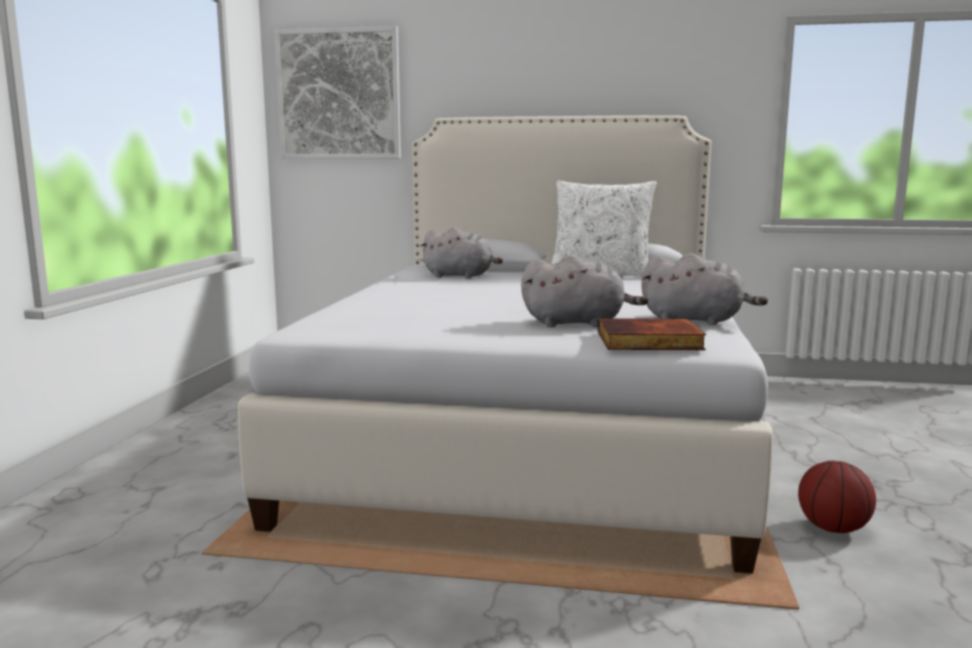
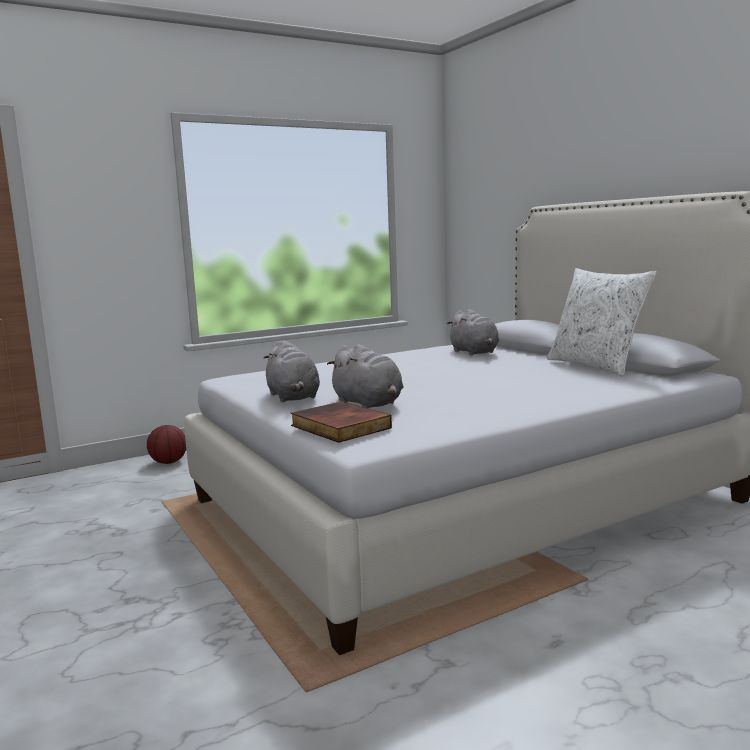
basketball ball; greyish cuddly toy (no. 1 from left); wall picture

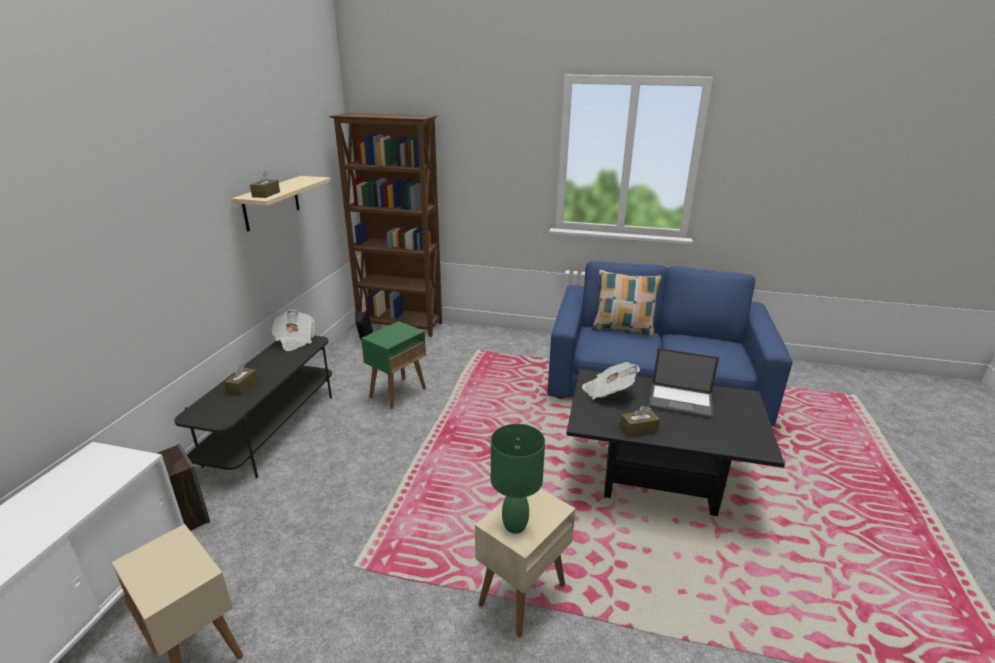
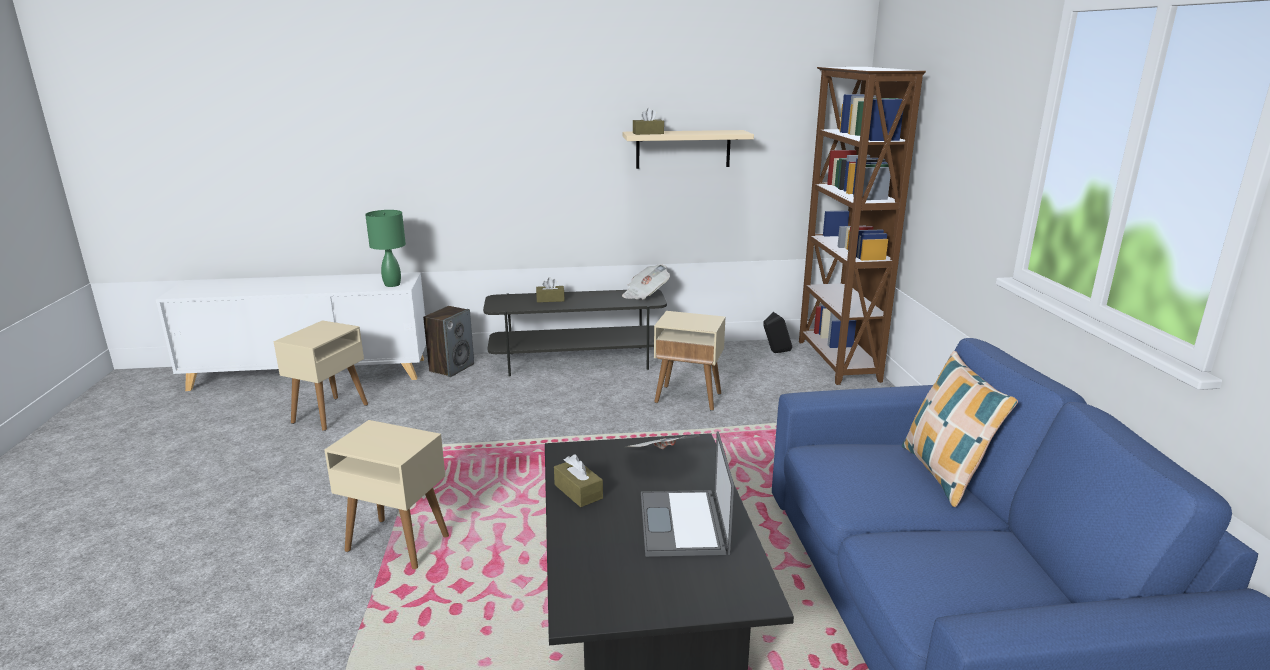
green-coloured lamp for a table; beige-coloured side table (no. 3 from left)

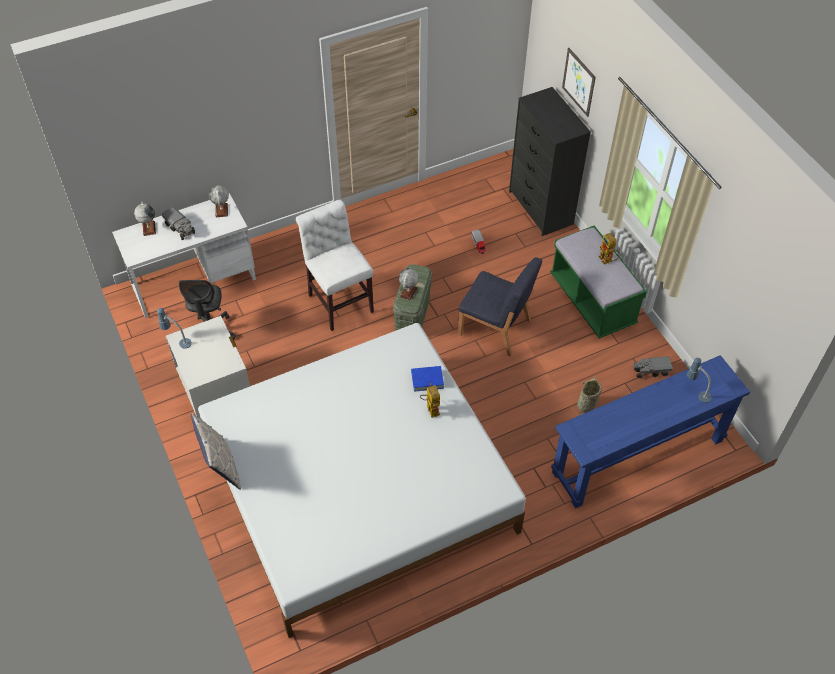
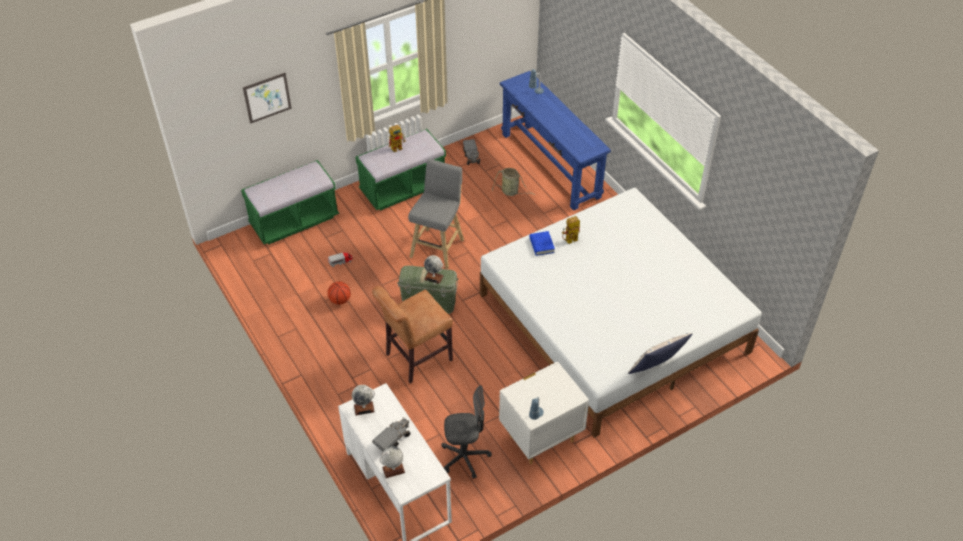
green-coloured long seat (no. 1 from left); basketball ball; brown chair; greyish stool seat

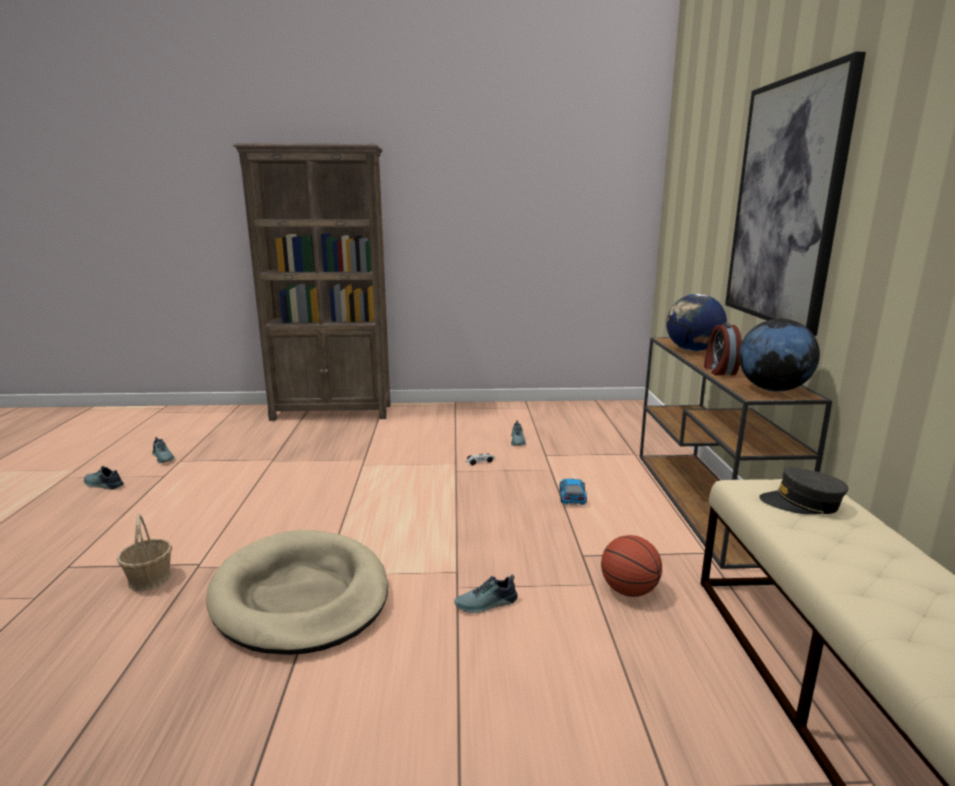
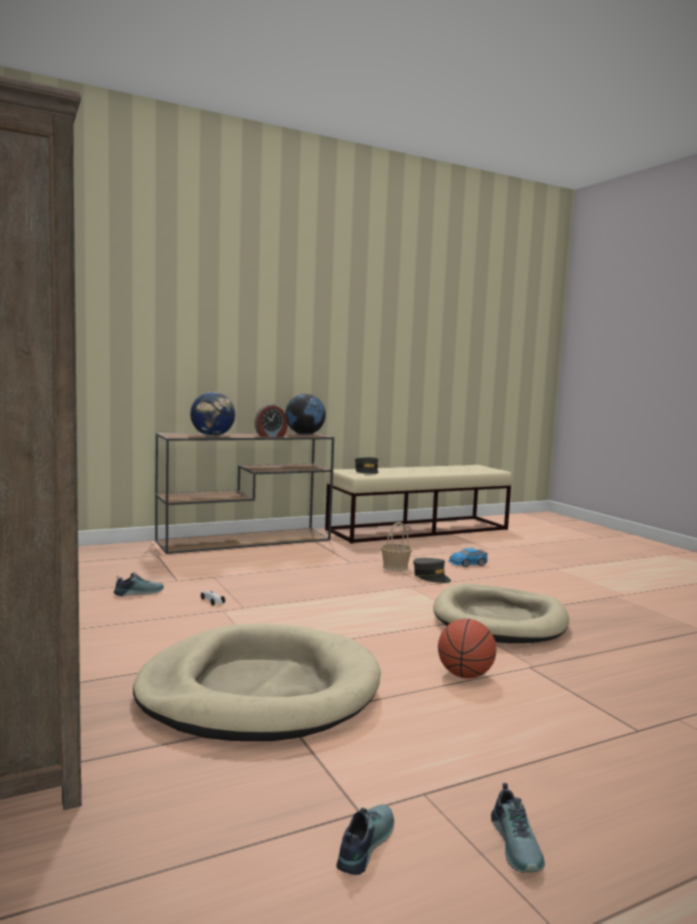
beige-coloured pet bed (no. 1 from left); storage basket; greyish peaked cap (no. 2 from left); basketball ball; miniature car (no. 2 from left); wall picture

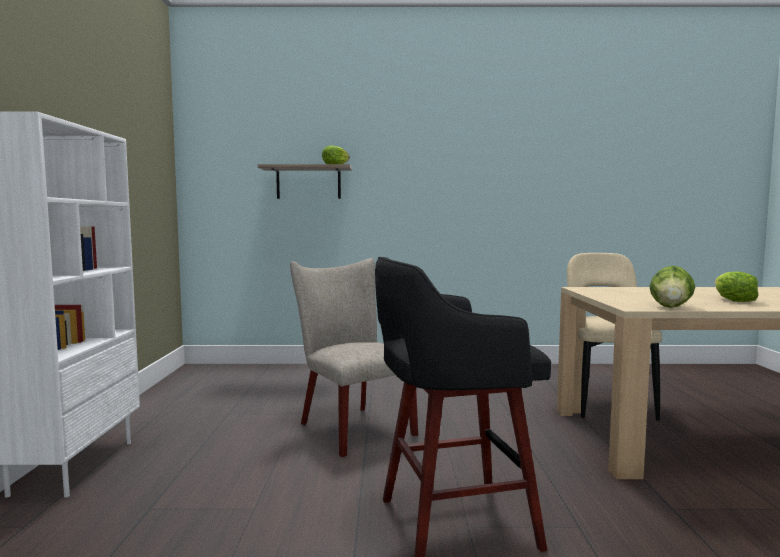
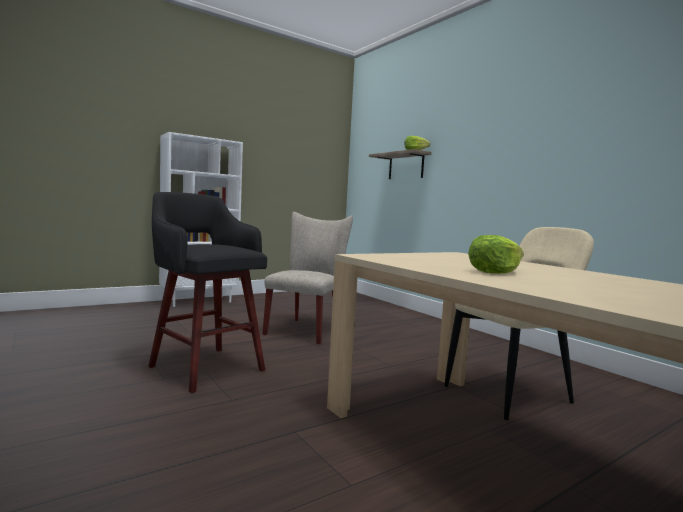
head of lettuce (no. 2 from left in the first image)

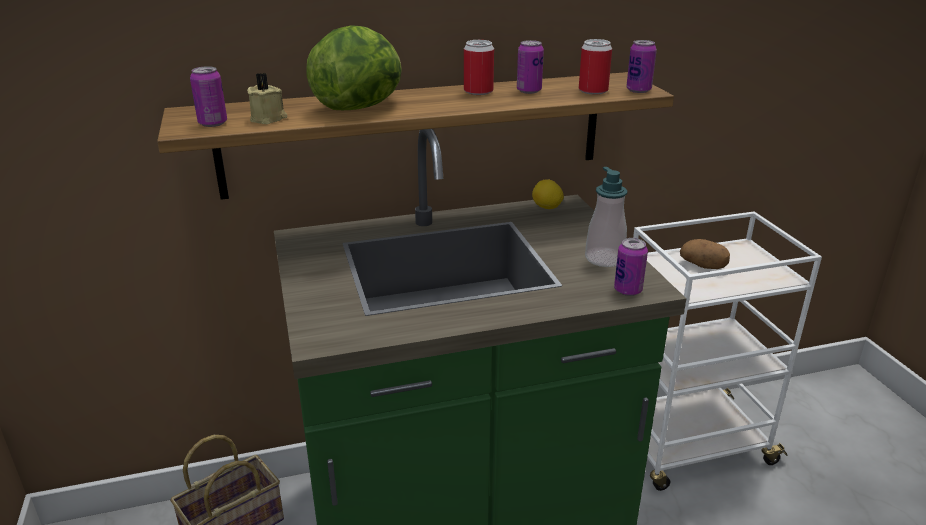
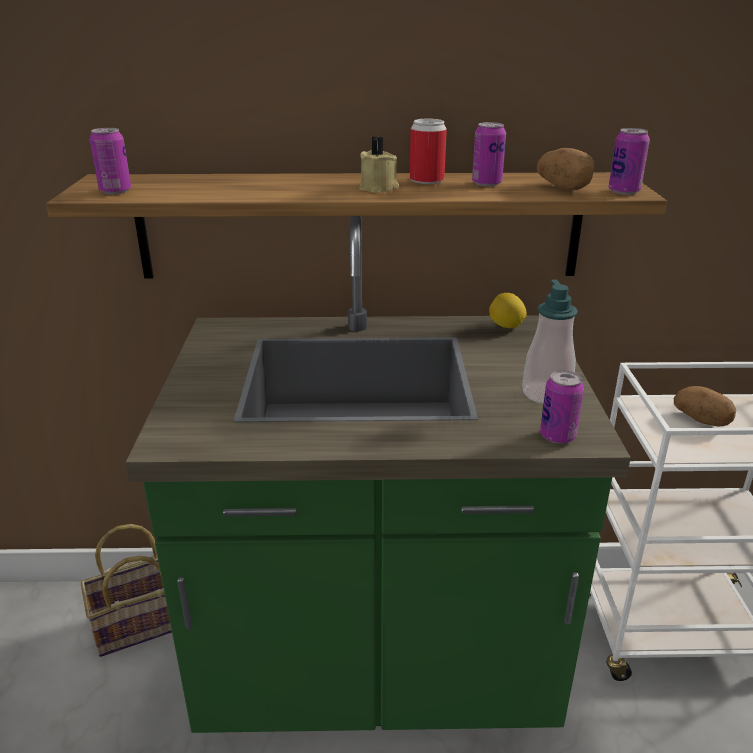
beige-coloured wax light; whole potato (no. 1 from left); head of lettuce

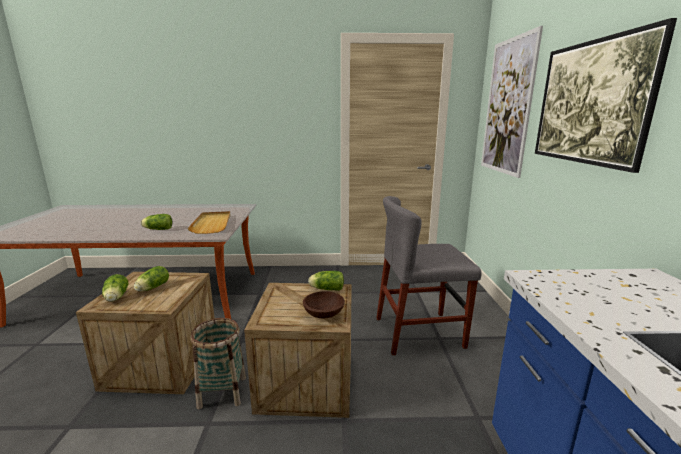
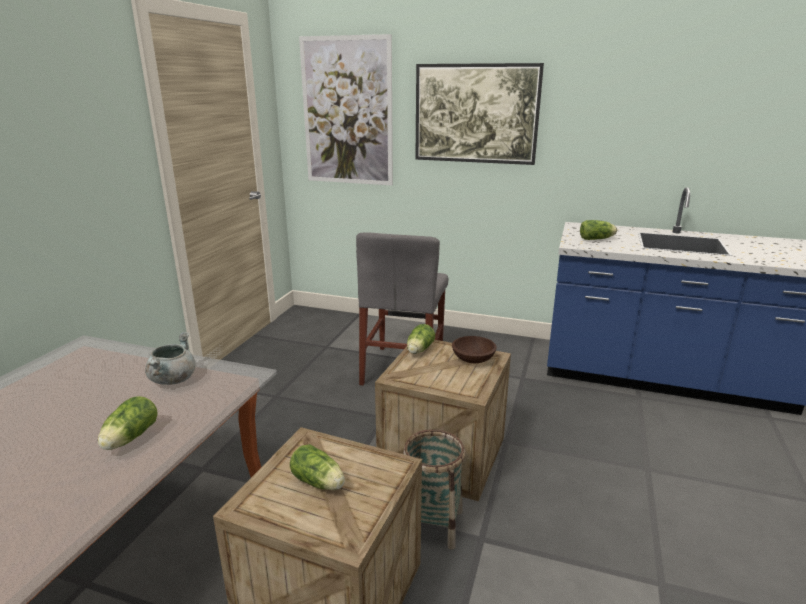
greyish cooking pot; head of lettuce (no. 4 from left)

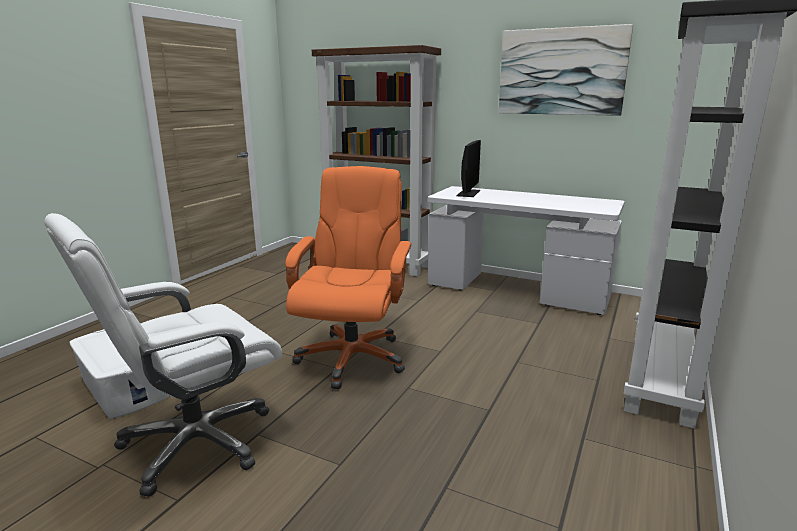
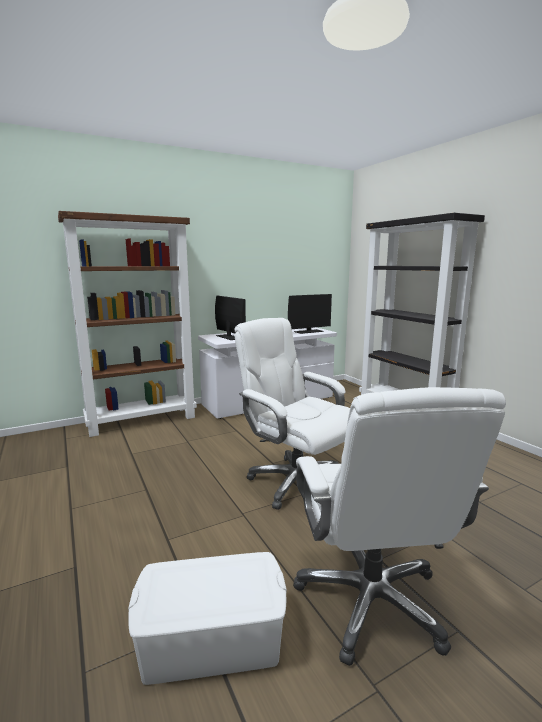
whitish desk chair (no. 1 from left); monitor (no. 2 from left); wall picture

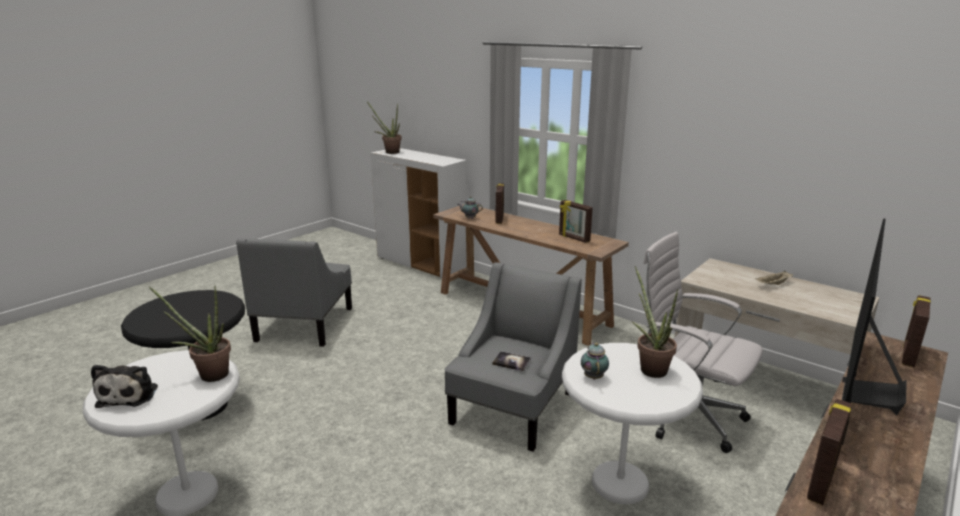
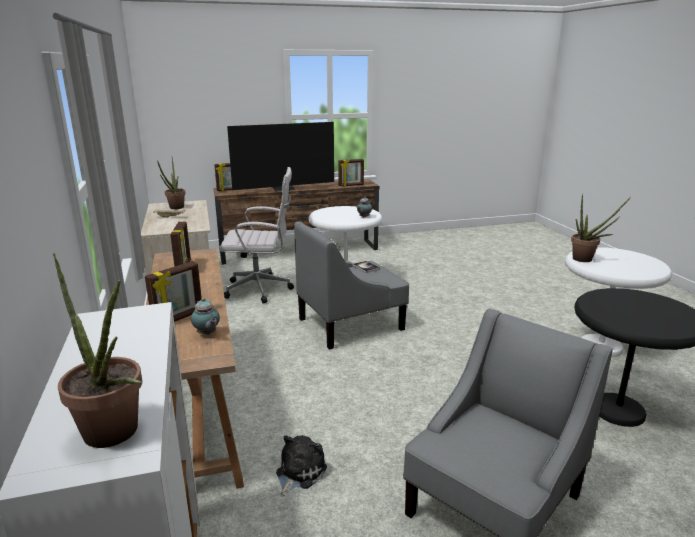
plant in a pot (no. 2 from left); whitish desk chair; cuddly toy

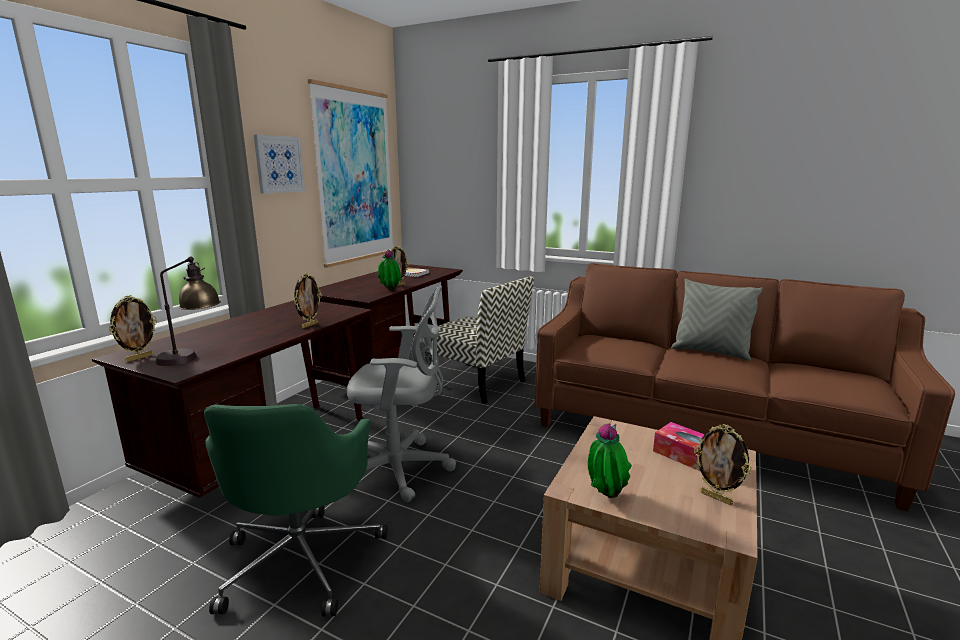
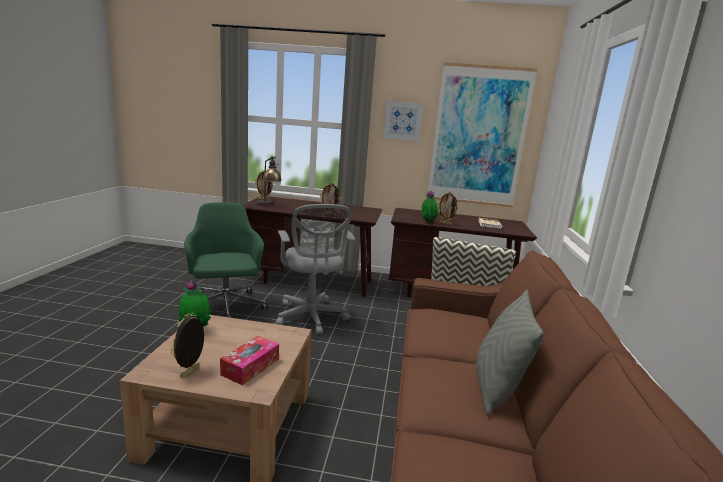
green-coloured desk chair

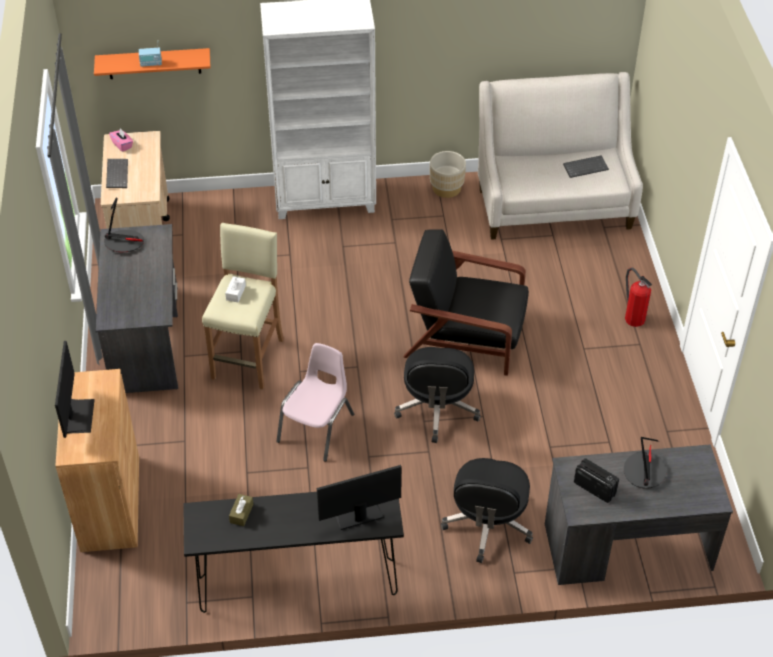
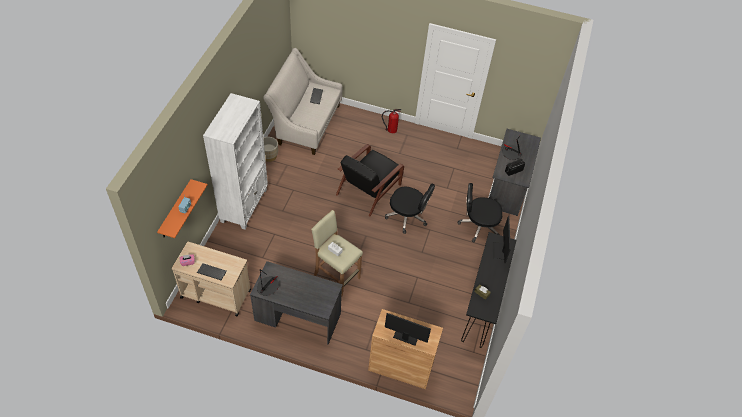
black-coloured desk chair (no. 2 from left); pink-coloured chair

